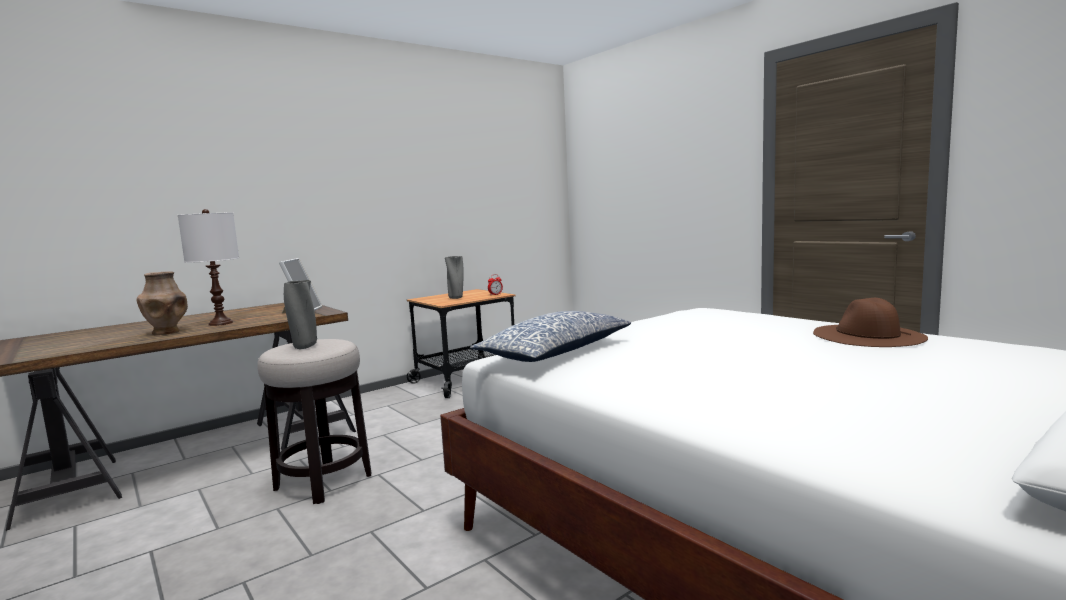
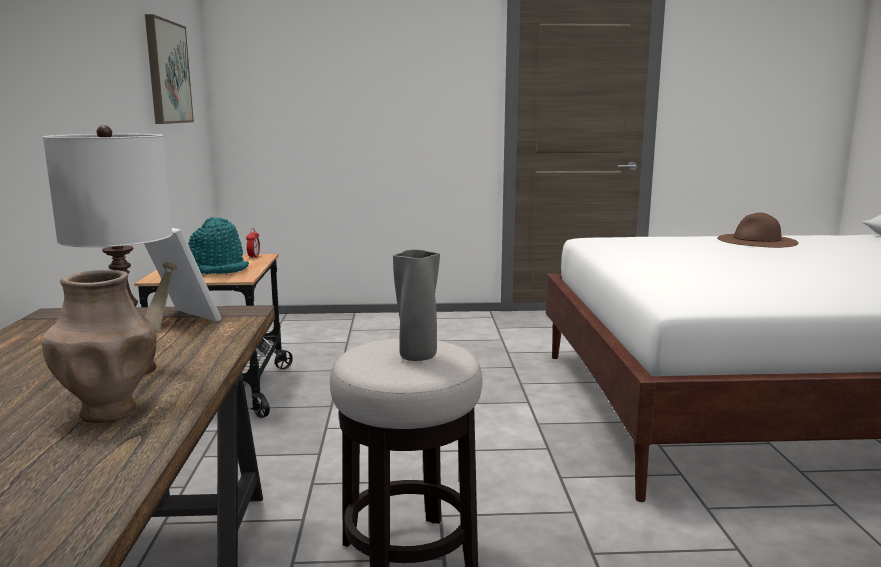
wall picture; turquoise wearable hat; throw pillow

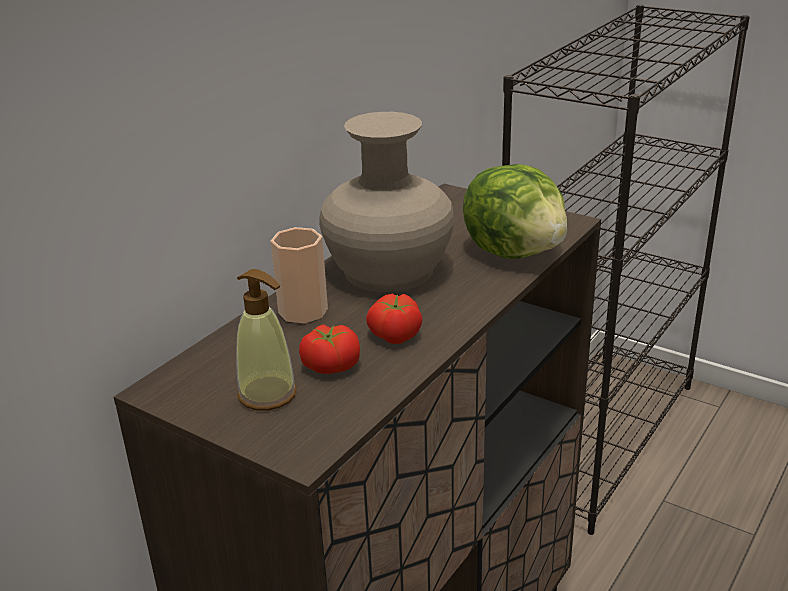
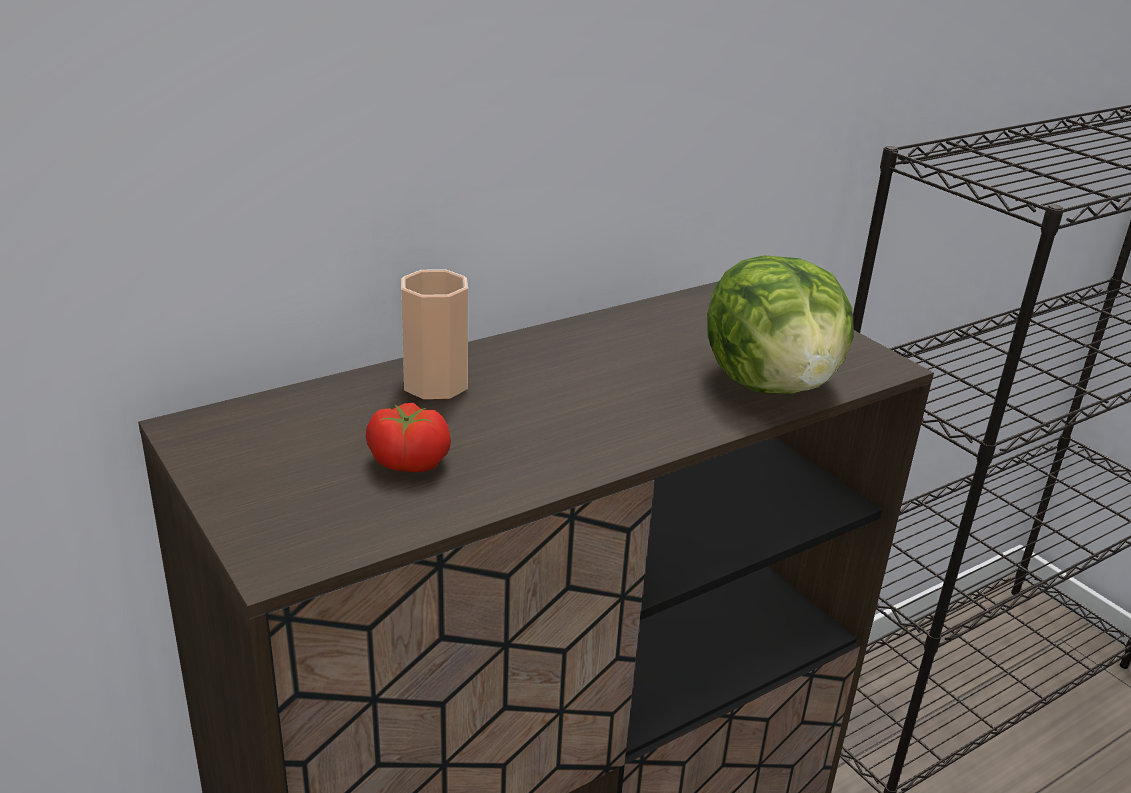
soap dispenser; beige-coloured decorative vase; whole tomato (no. 2 from left in the first image)

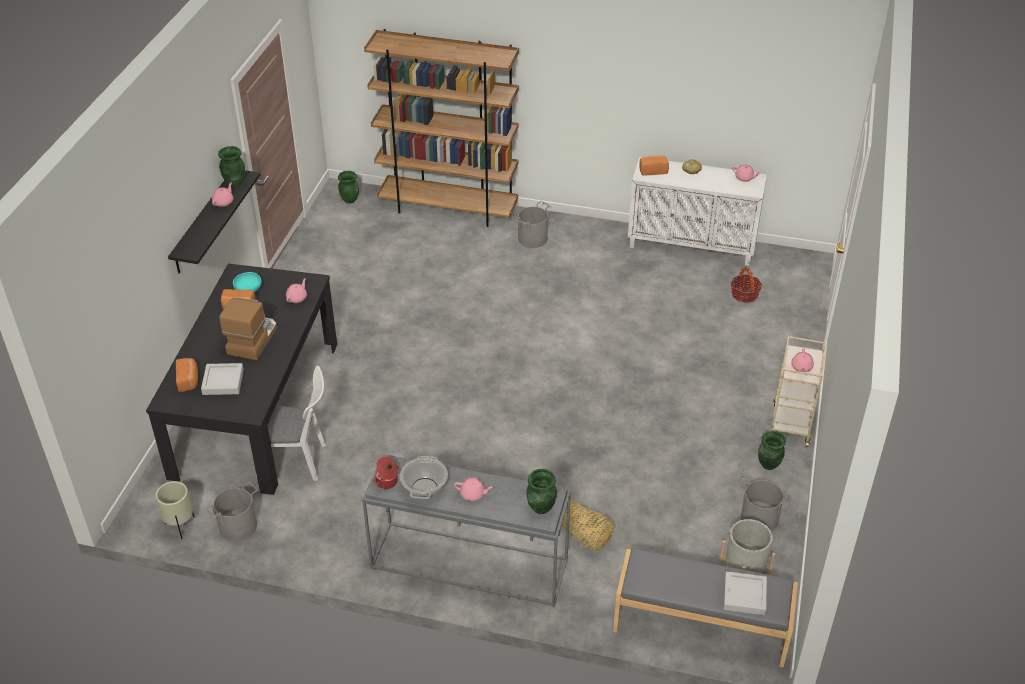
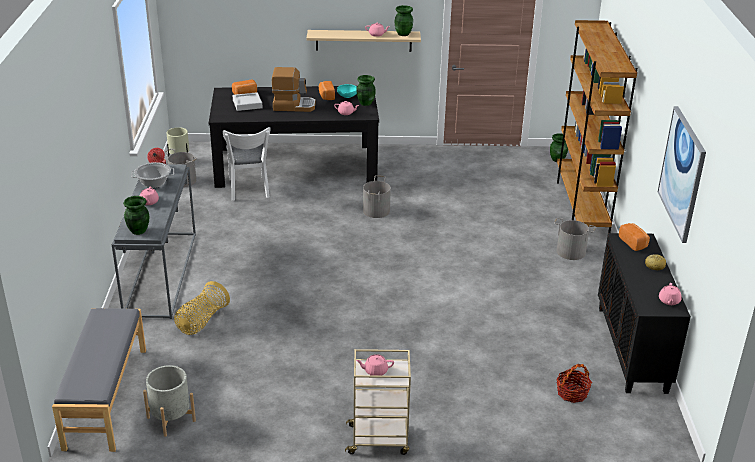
beige-coloured shelf; green-coloured decorative vase (no. 2 from left); greyish bucket (no. 2 from left); black-coloured storage cabinet; wall picture; greyish tray (no. 2 from left in the first image)

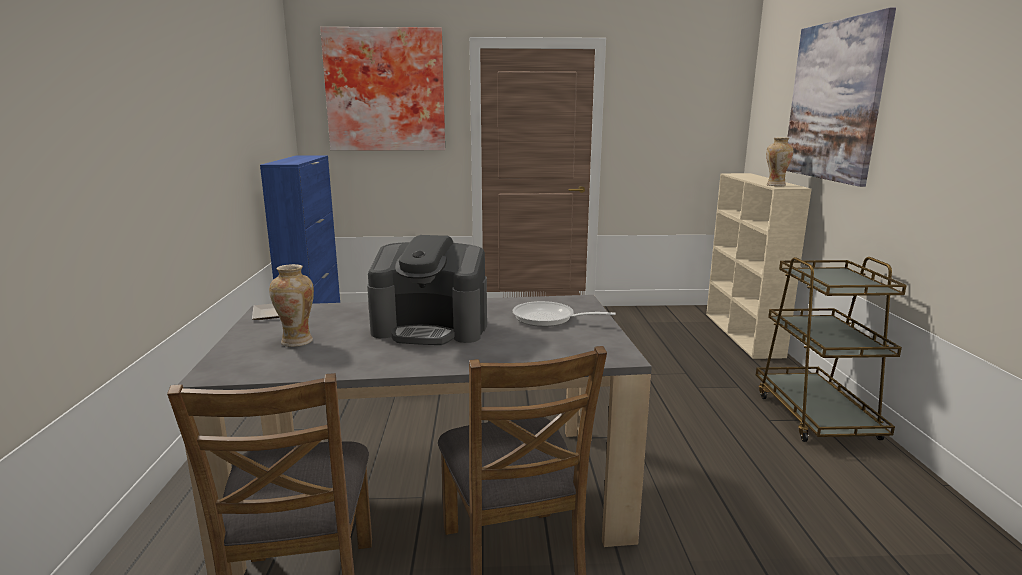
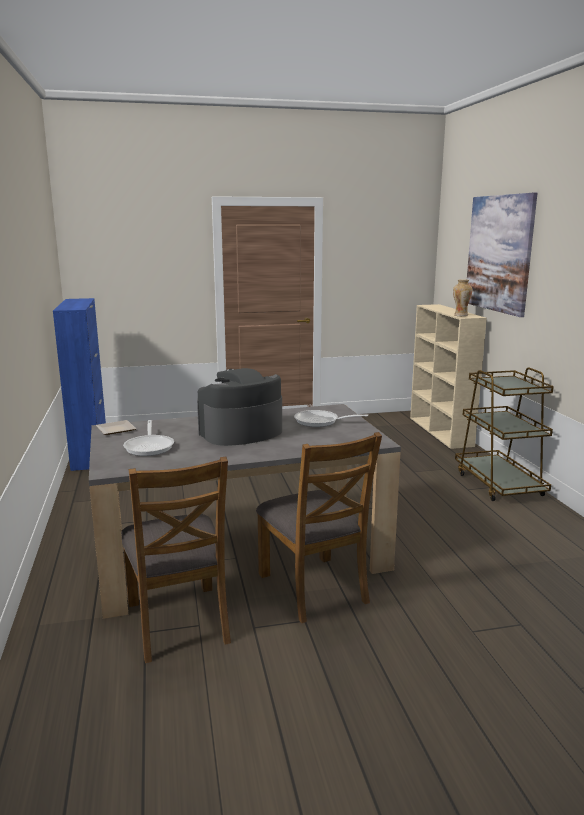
frying pan (no. 1 from left); coffee machine; wall picture (no. 1 from left in the first image)

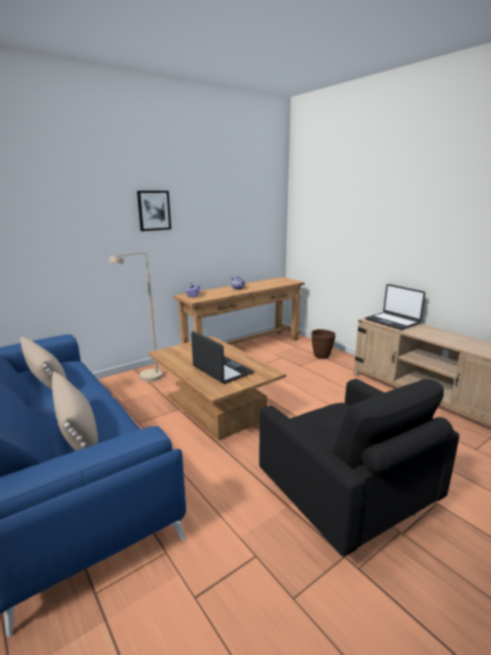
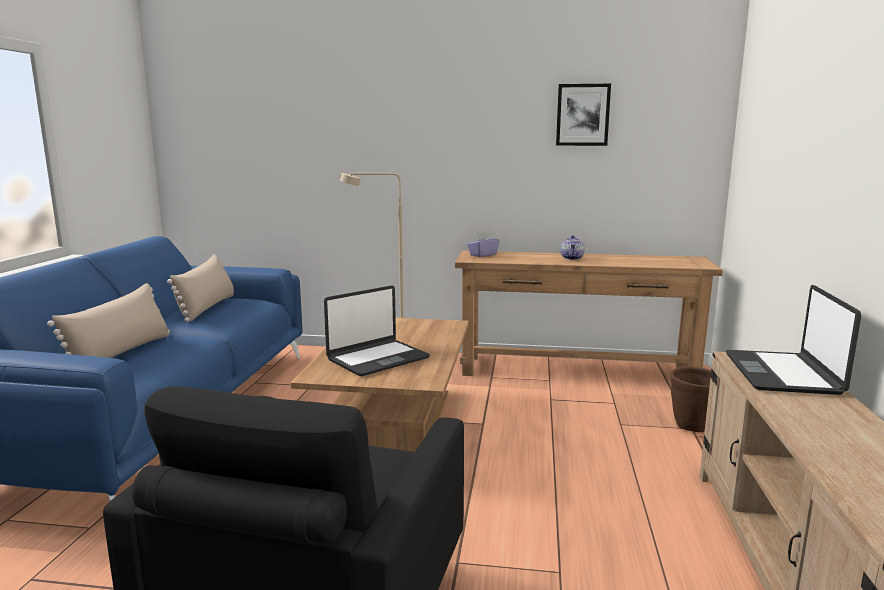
notebook computer (no. 1 from left); wall picture

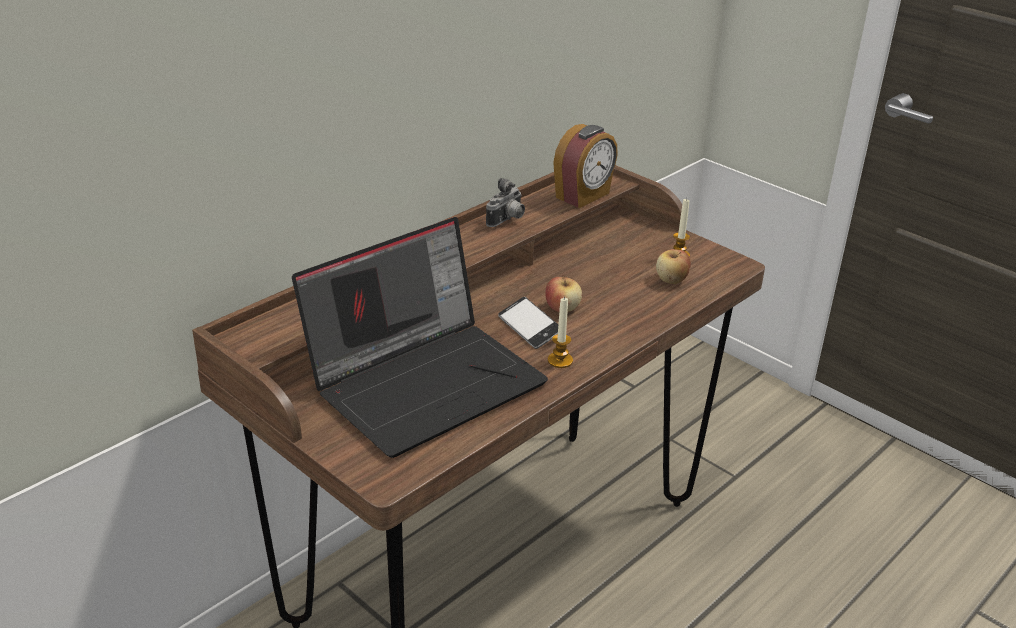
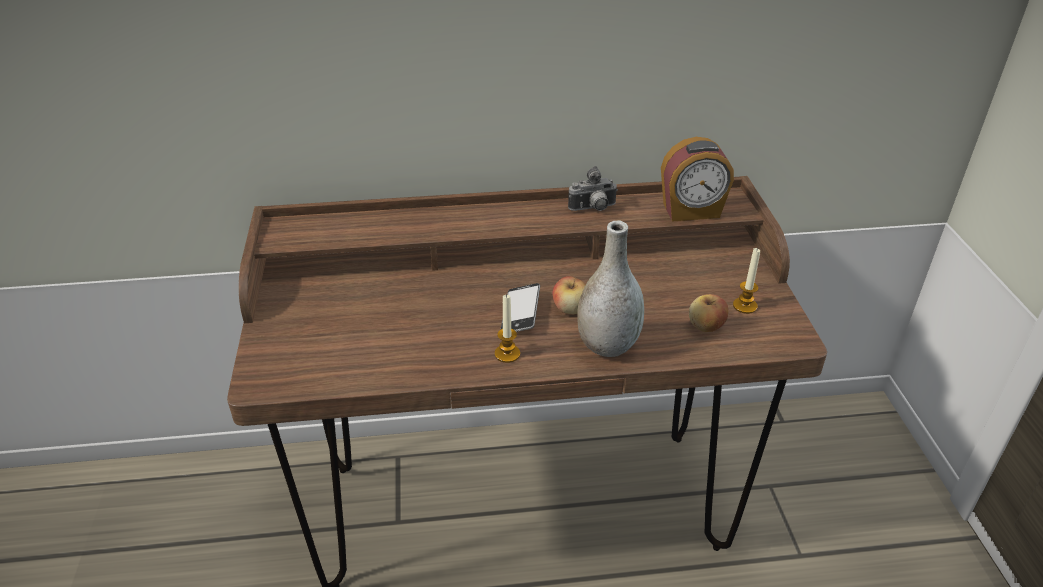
greyish decorative vase; notebook computer

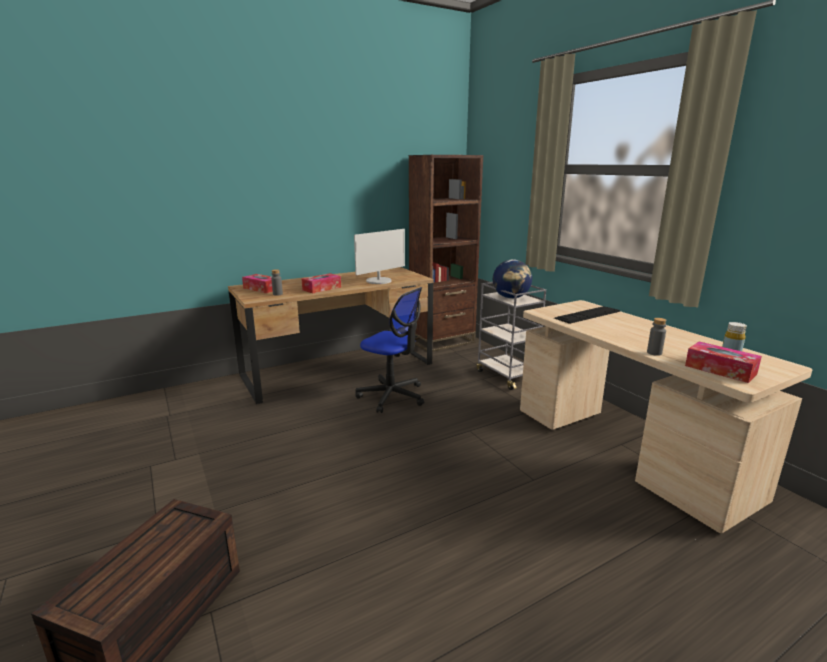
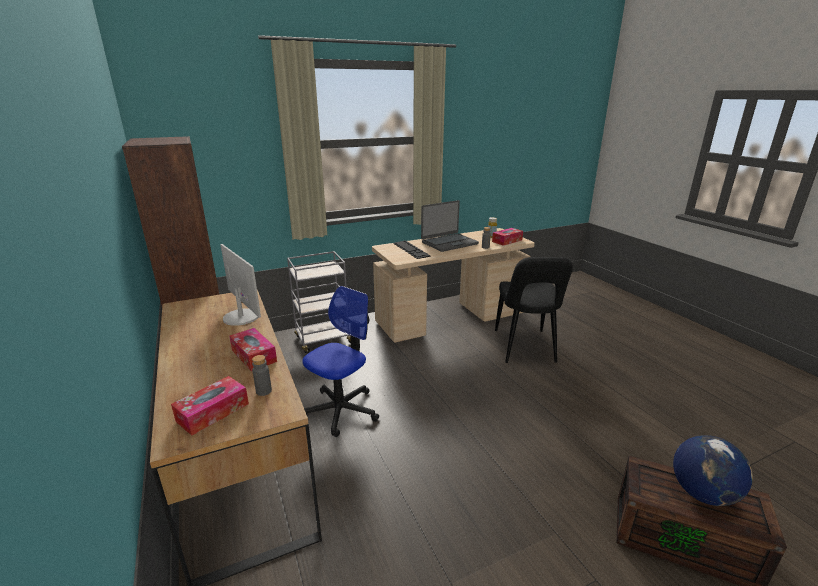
notebook computer; black-coloured chair; world globe

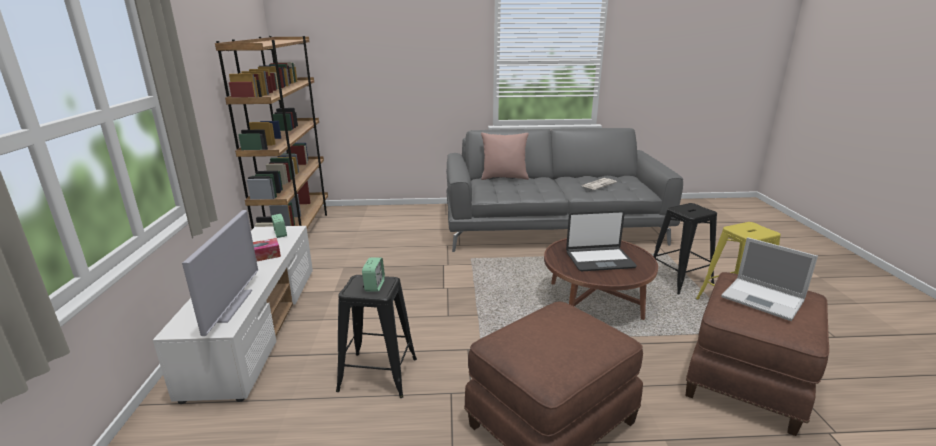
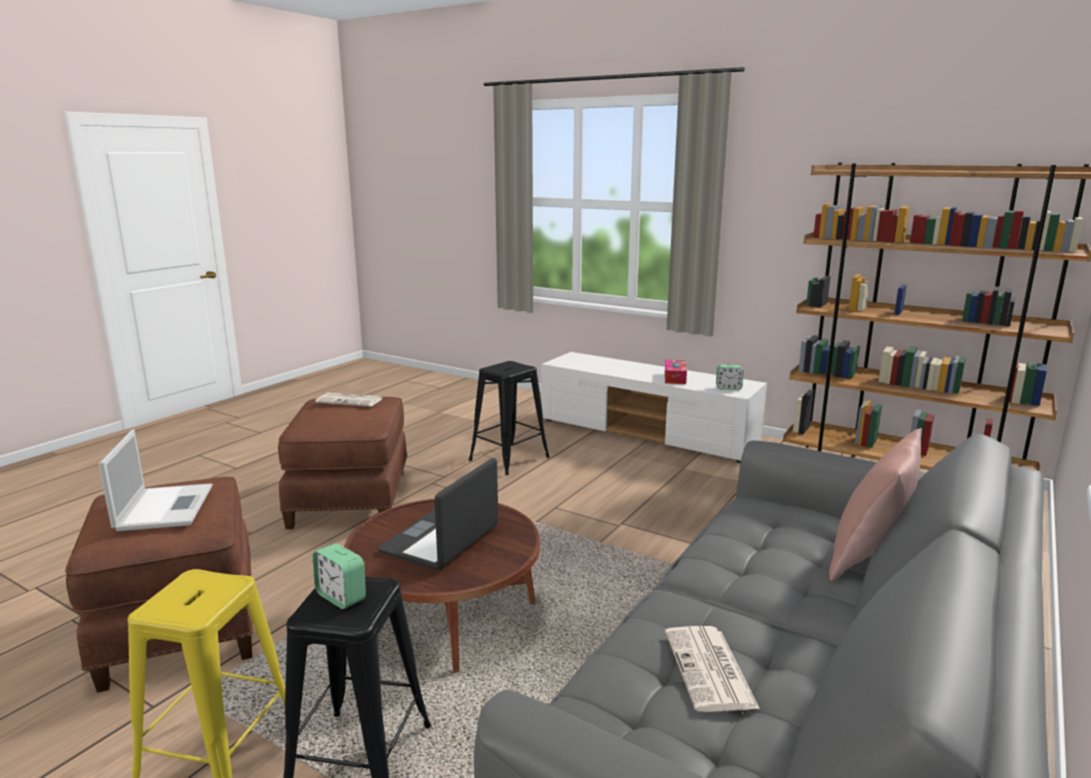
notebook computer (no. 1 from left); alarm clock (no. 1 from left); newspaper (no. 1 from left); TV

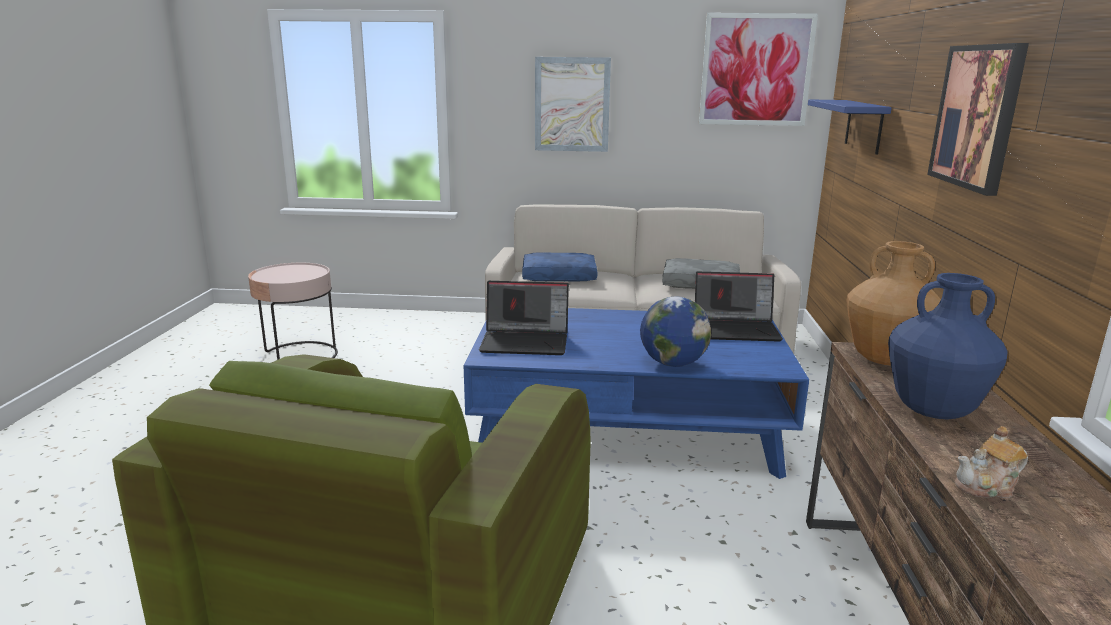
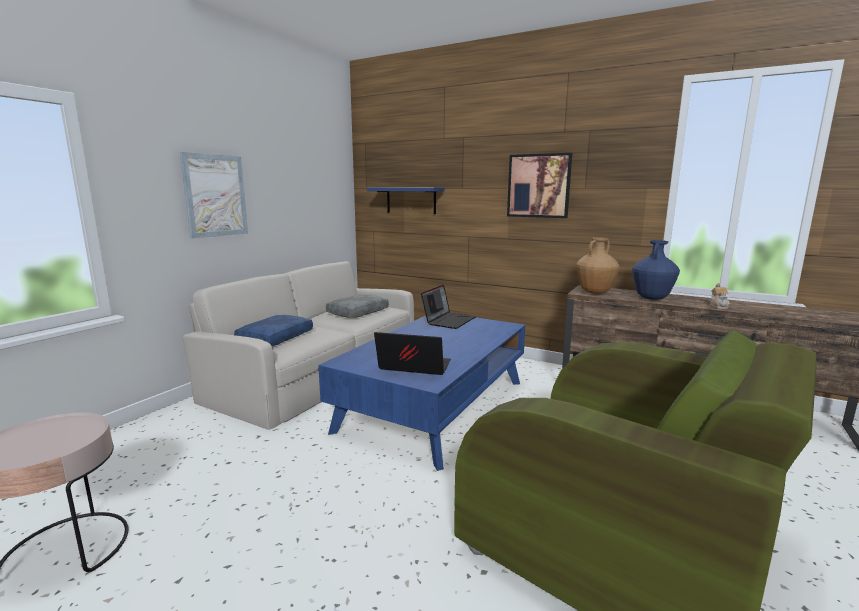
notebook computer (no. 1 from left); world globe; wall picture (no. 2 from left in the first image)

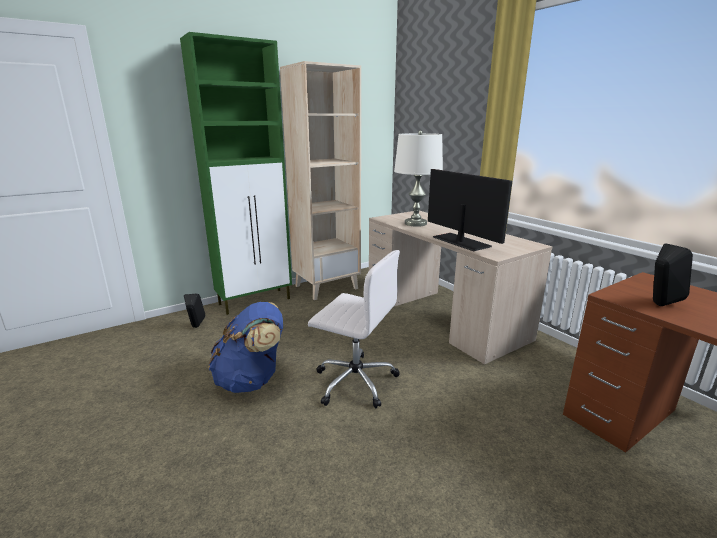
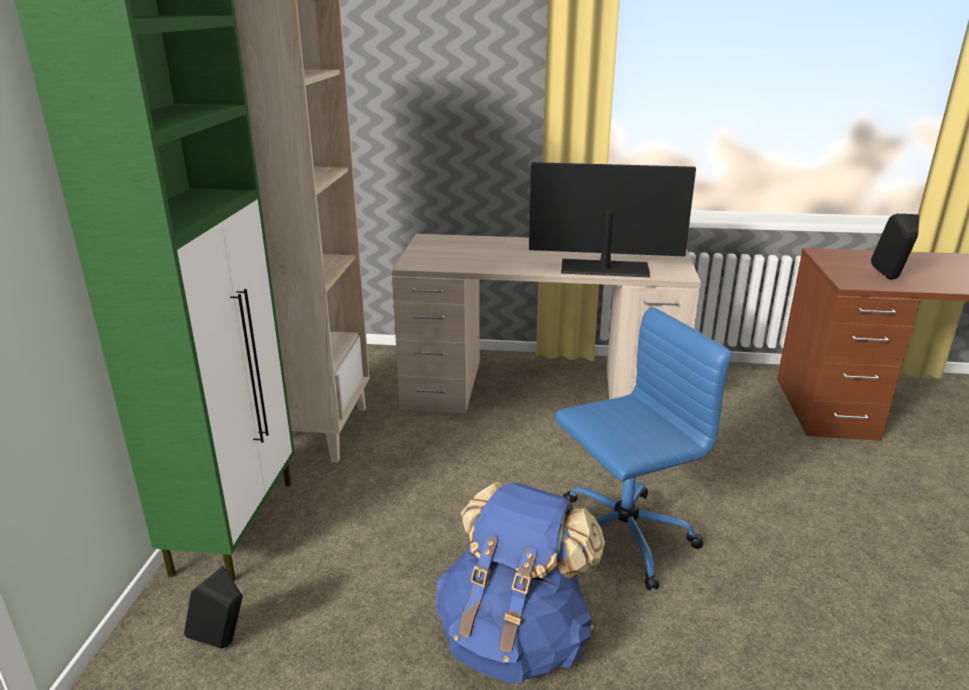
blue desk chair; whitish lamp for a table

